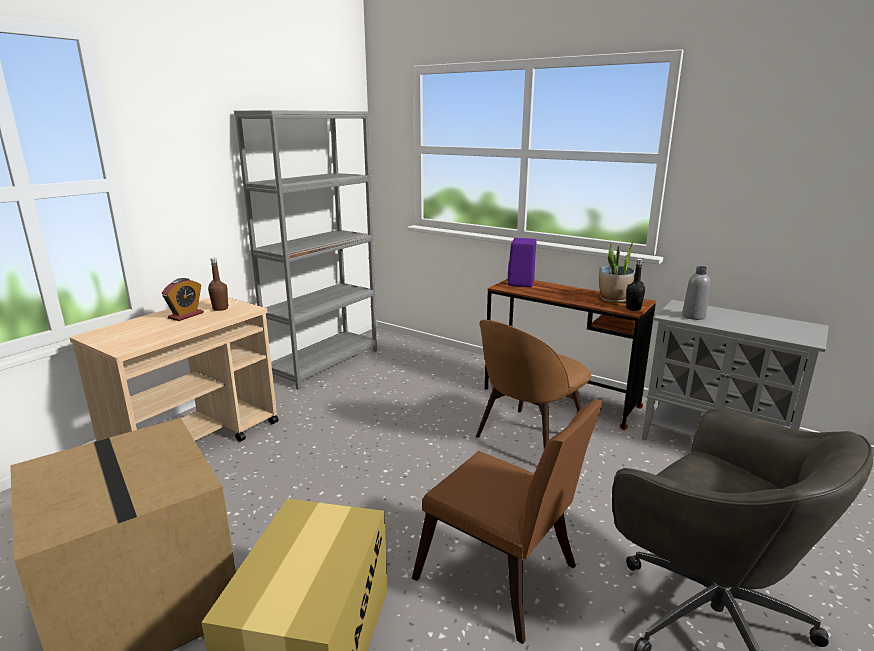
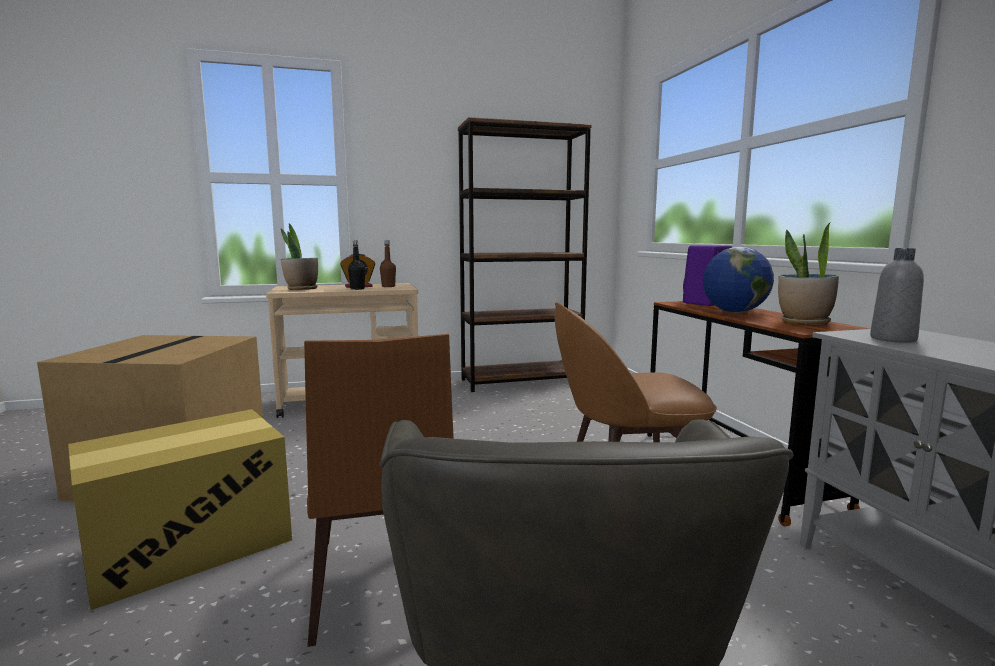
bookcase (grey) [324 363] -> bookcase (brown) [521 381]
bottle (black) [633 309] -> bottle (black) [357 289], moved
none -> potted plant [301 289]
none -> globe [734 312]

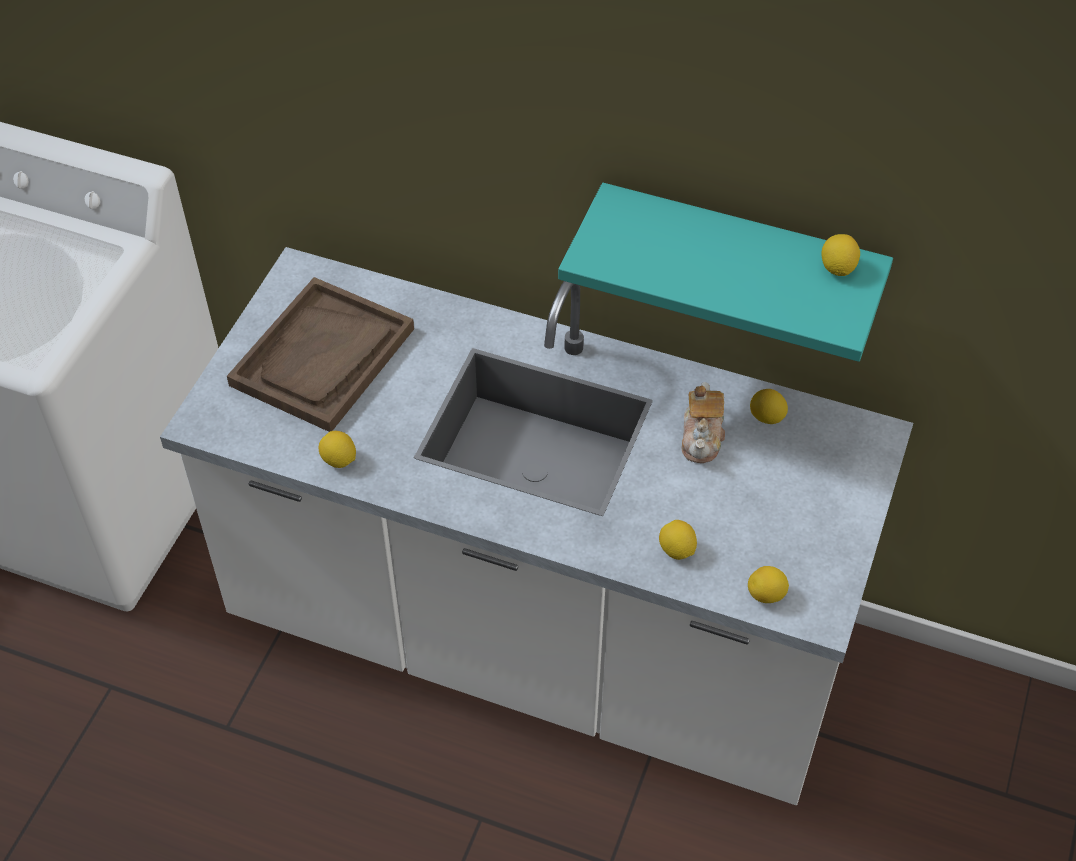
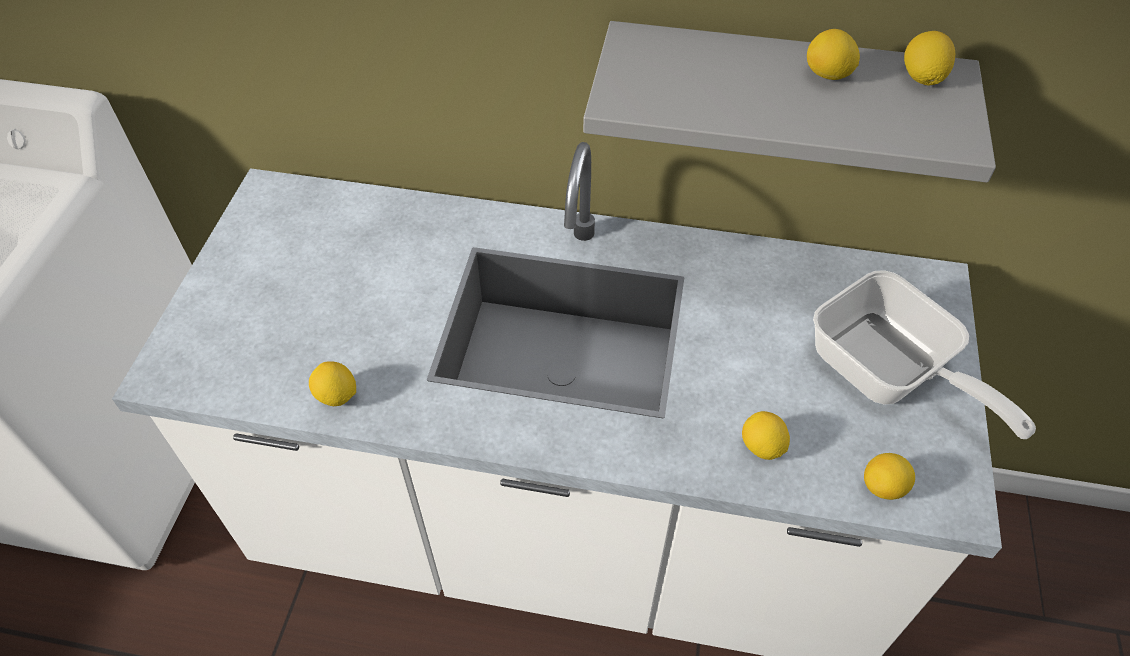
shelf (turquoise) [739 258] -> shelf (grey) [777 96]
tray (brown) [323 357] -> none
teapot [702 437] -> none
lemon [766 417] -> lemon [827 75], moved
none -> frying pan [888 374]

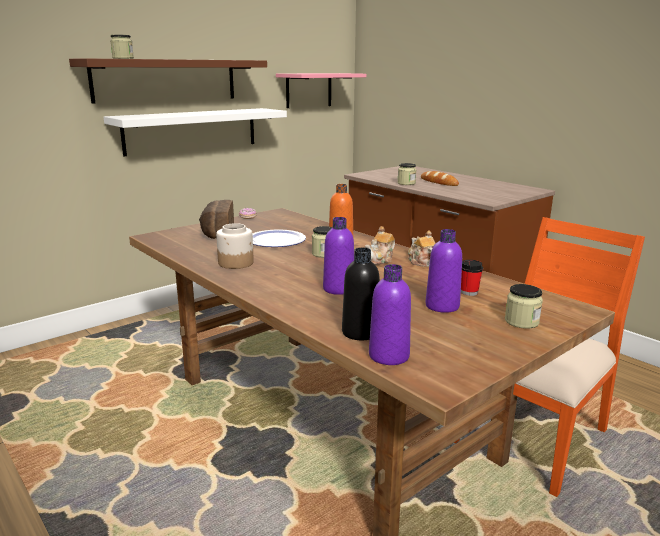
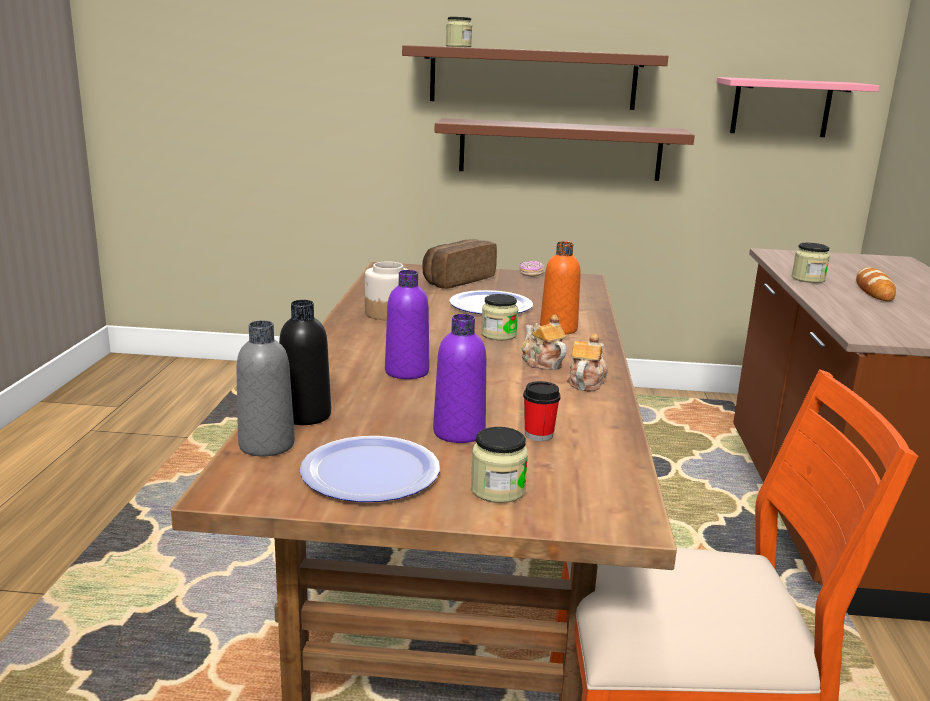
shelf (white) [192 130] -> shelf (brown) [560 149]
teapot [380 260] -> teapot [541 363], 60 degrees clockwise
bottle (purple) [389 356] -> bottle (grey) [266 445]
none -> plate [370 472]

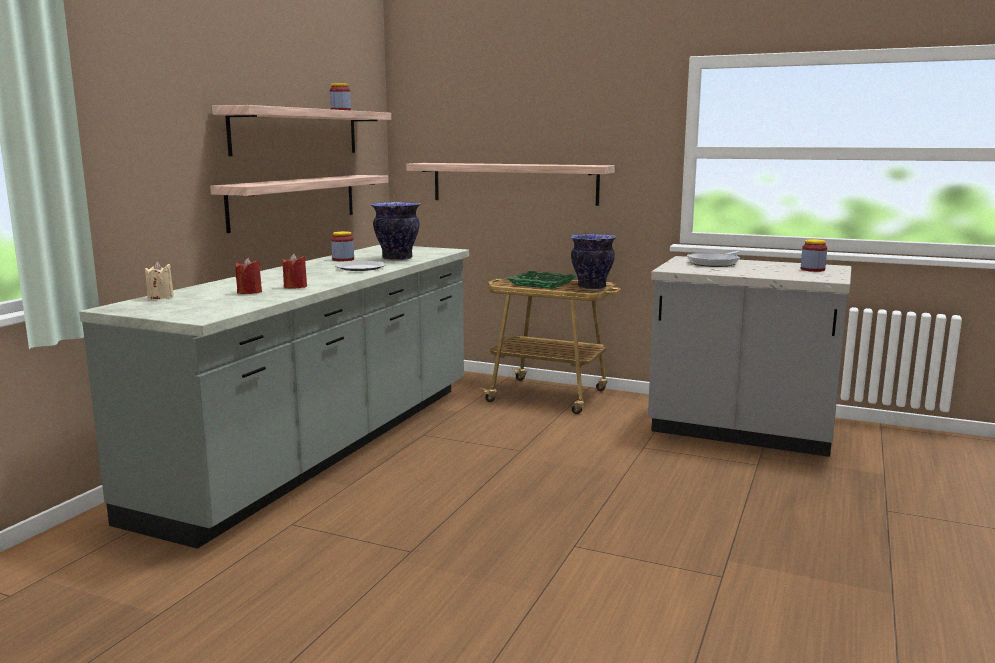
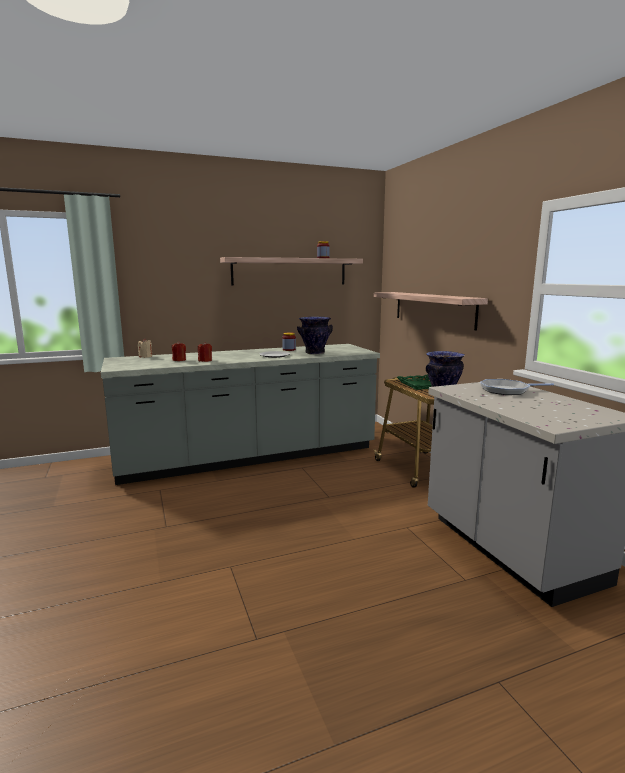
shelf [294 201] -> none
jar [812 269] -> none

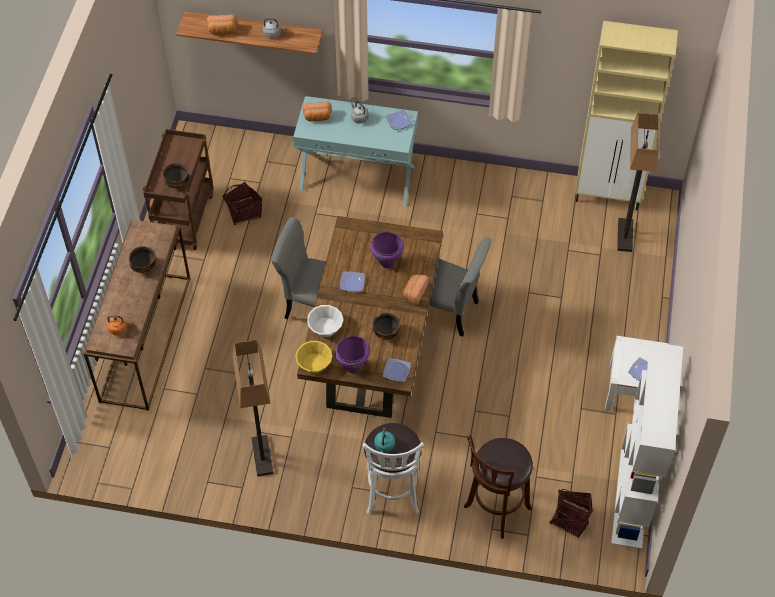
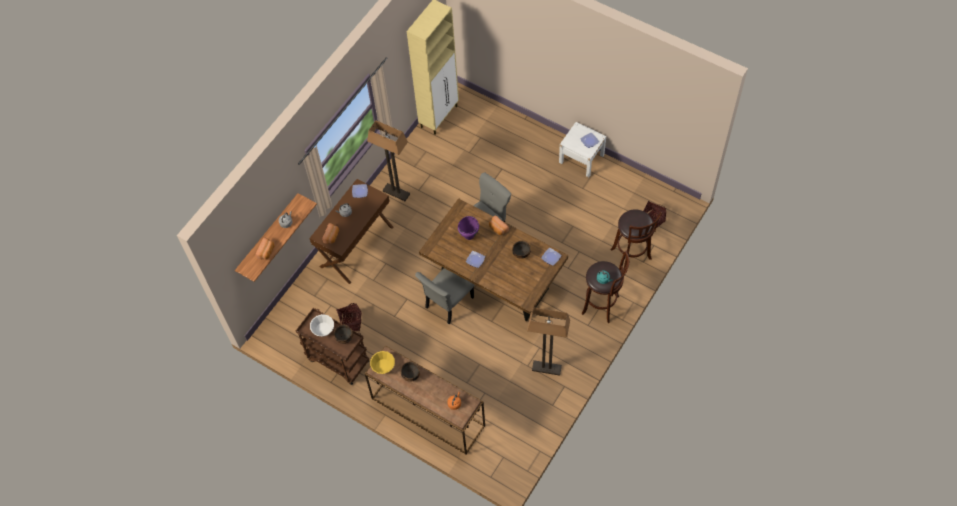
console table (turquoise) [357 178] -> console table (brown) [356 246]
floor lamp [625 236] -> floor lamp [396 192], moved
bowl (white) [325 327] -> bowl (white) [323 329], moved
cooking pot (purple) [353 367] -> none
bowl (yellow) [314 363] -> bowl (yellow) [383 366], moved
bookcase (white) [632 498] -> none
stool (white) [392 496] -> stool (brown) [602 305]

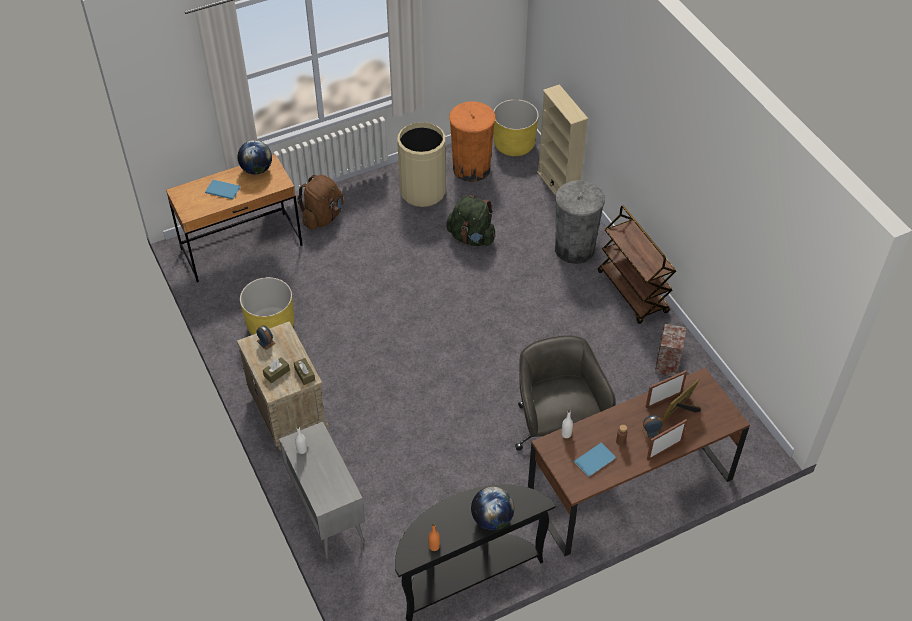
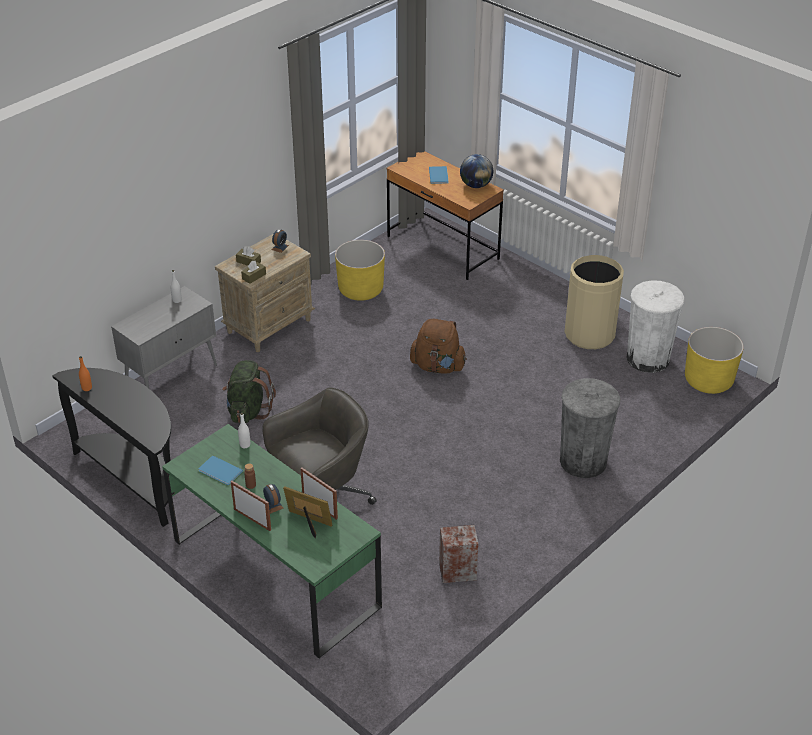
bookcase (beige) [558 186] -> none
trash can (orange) [471 168] -> trash can (white) [648 359]
backpack (brown) [323 217] -> backpack (brown) [438 366], moved
backpack (green) [471 237] -> backpack (green) [248 411], moved
cart (brown) [633 292] -> none
desk (brown) [630 487] -> desk (green) [276 573]
globe [492 519] -> none

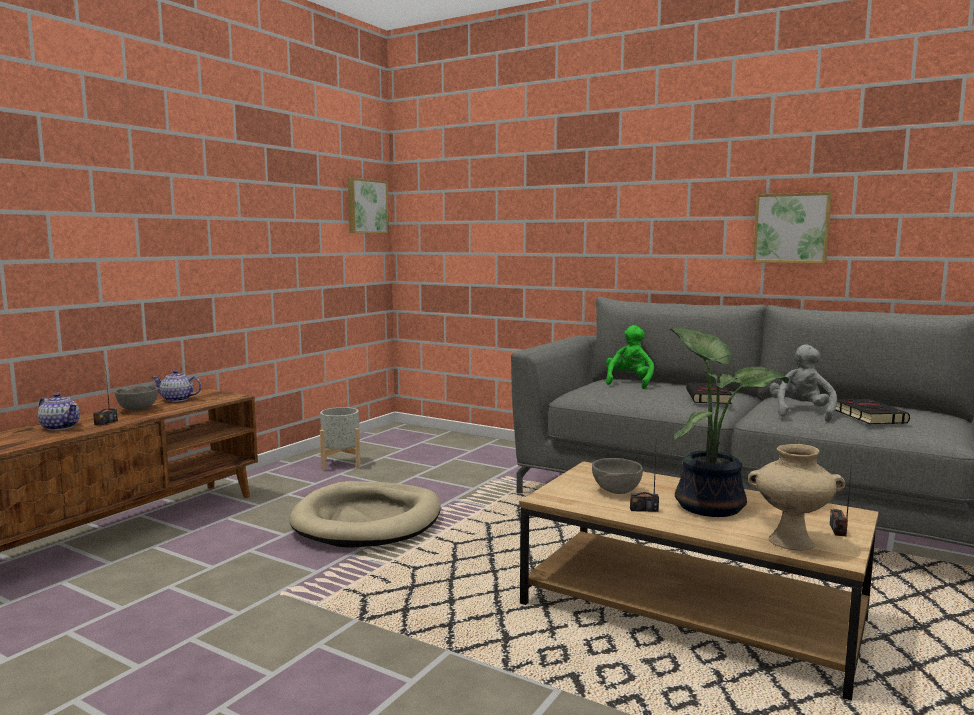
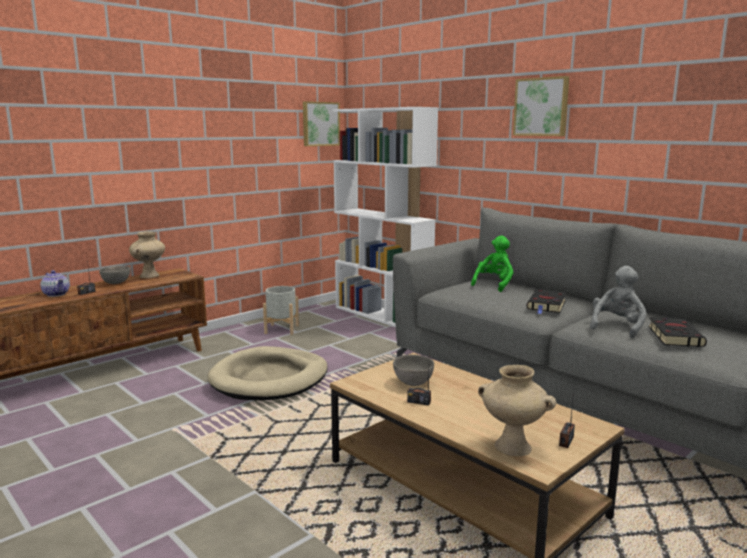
picture [791 228] -> picture [541 107], moved
potted plant [710 505] -> none
teapot [177 399] -> vase (beige) [149 276]
none -> bookcase (white) [383 316]

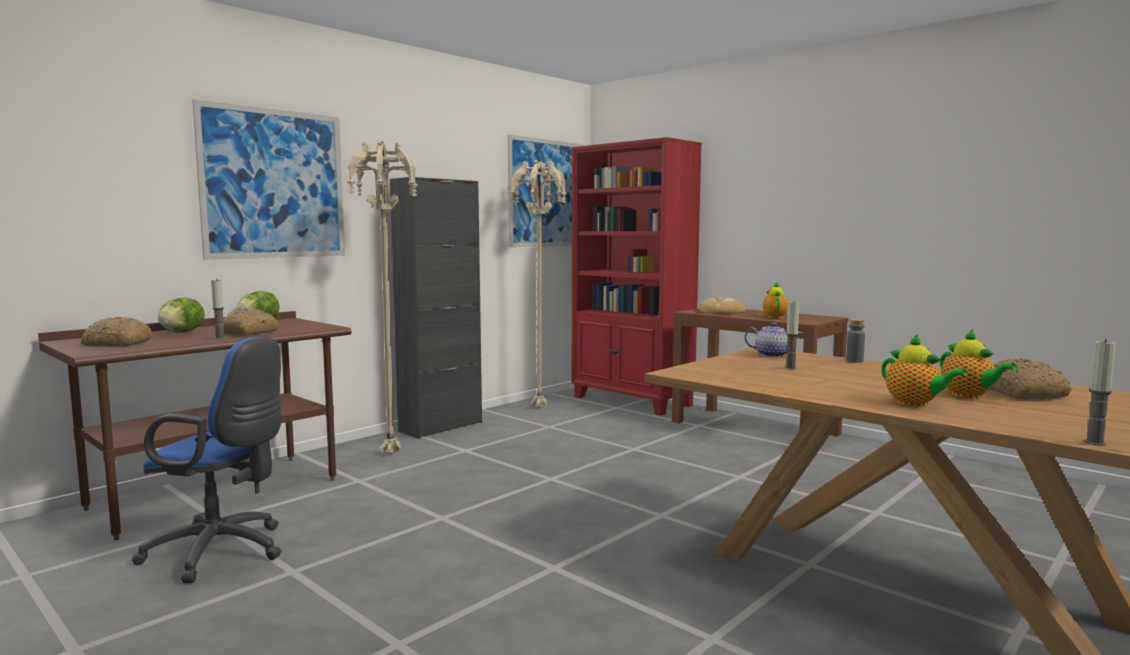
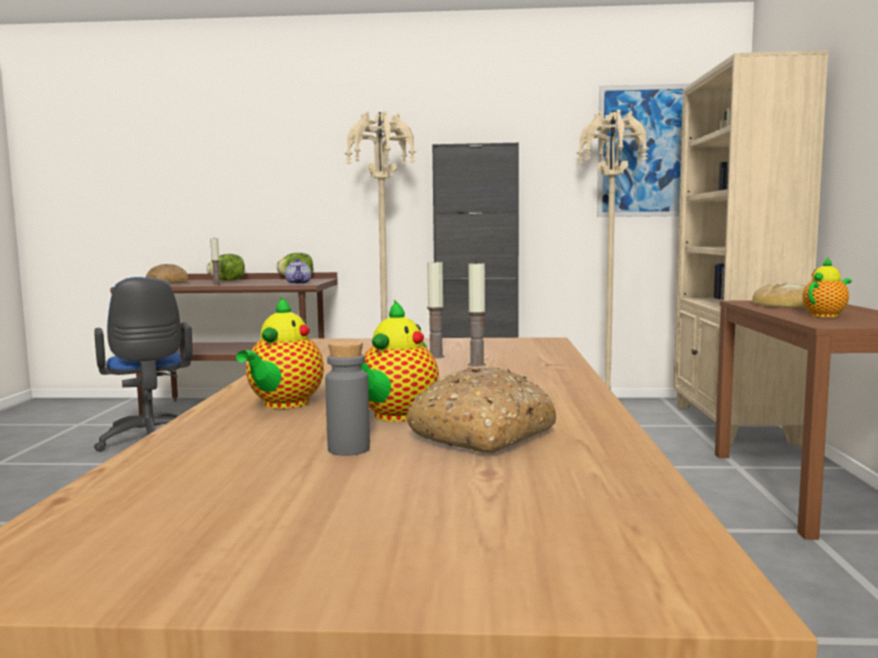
picture [274 184] -> none
bookcase (red) [632 401] -> bookcase (beige) [731 424]
bread [250 332] -> none
bottle (grey) [854 361] -> bottle (grey) [348 449], moved
teapot [772 355] -> teapot [299 283], moved
candle [1095 443] -> candle [477 365], moved

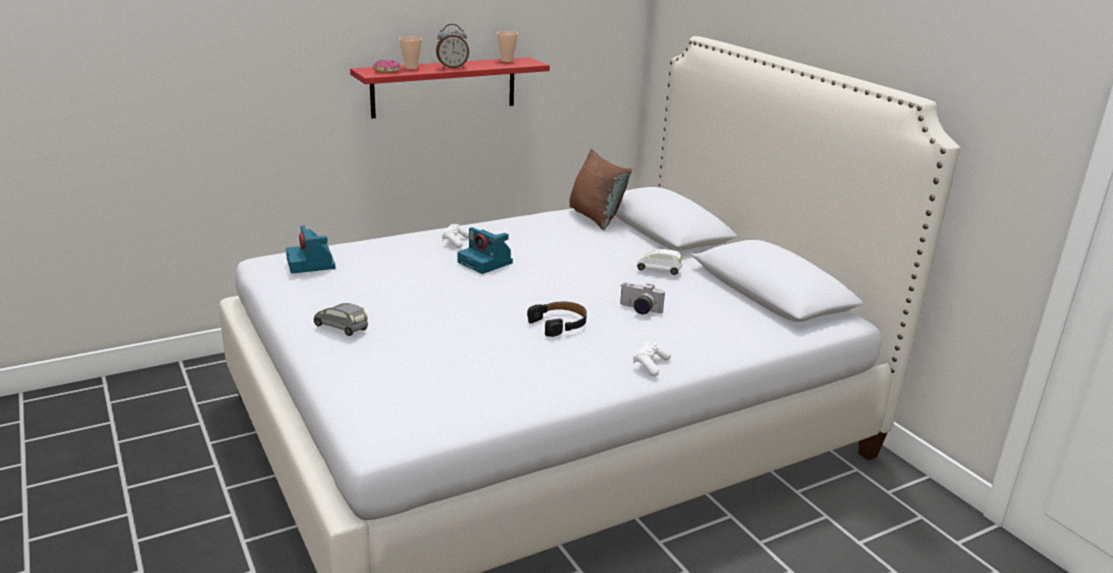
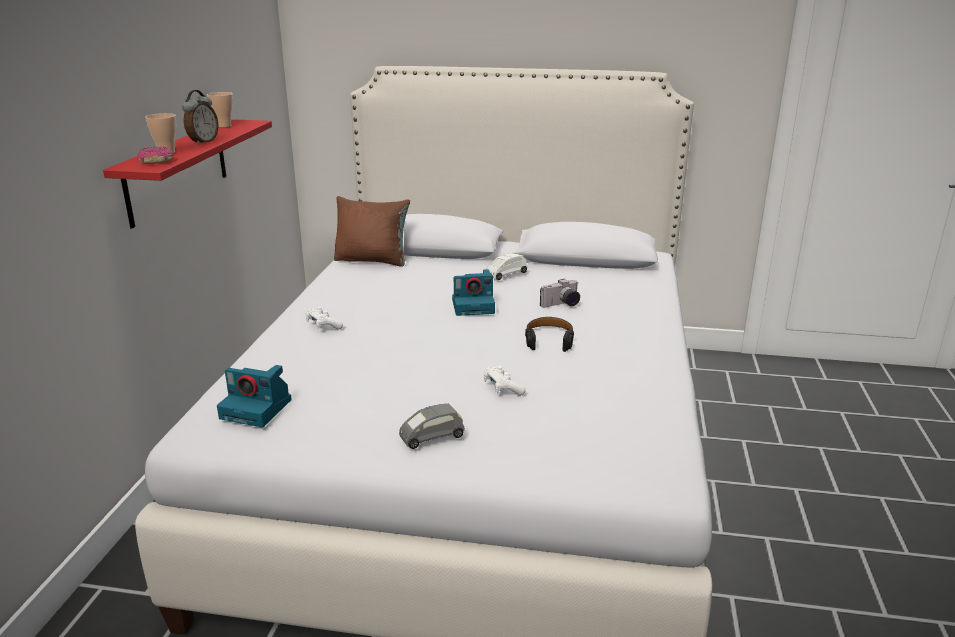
photo camera [486 263] -> photo camera [474 305], moved
game controller (white) [650 365] -> game controller (white) [502 388], moved

